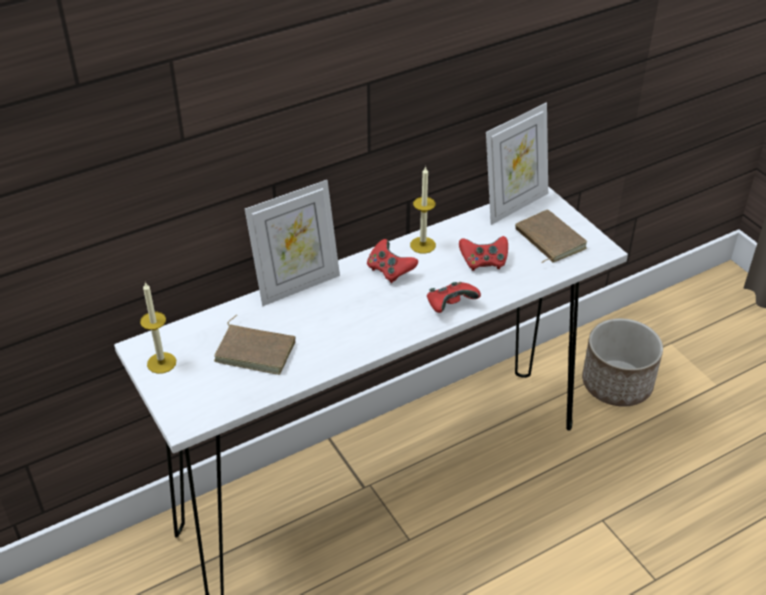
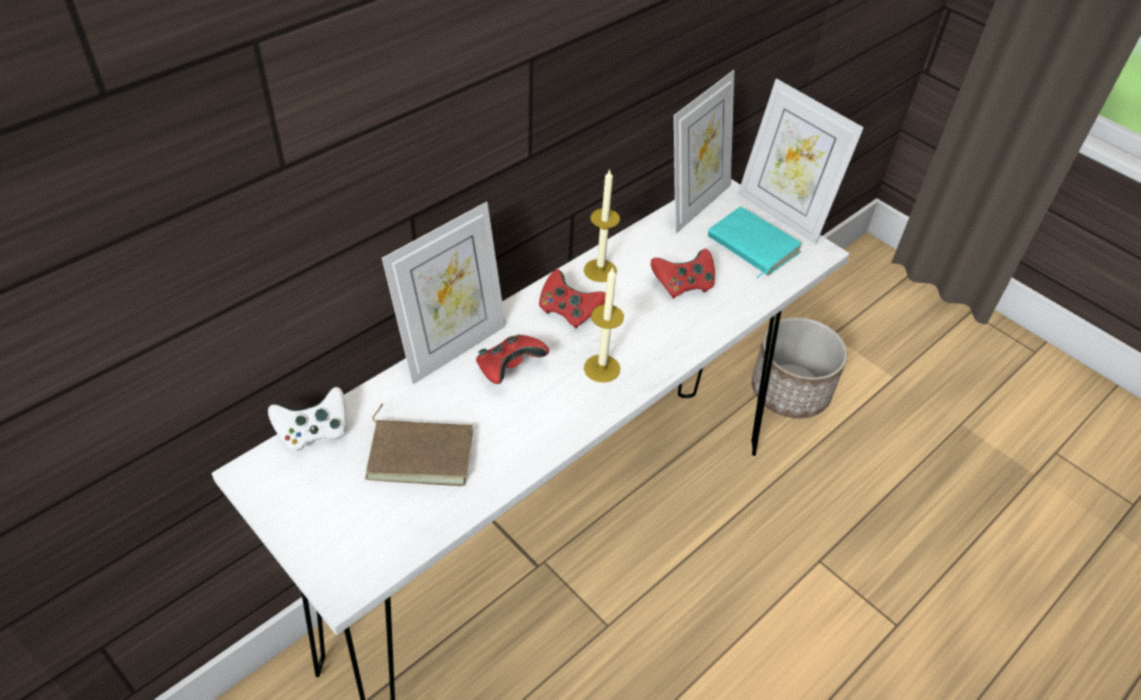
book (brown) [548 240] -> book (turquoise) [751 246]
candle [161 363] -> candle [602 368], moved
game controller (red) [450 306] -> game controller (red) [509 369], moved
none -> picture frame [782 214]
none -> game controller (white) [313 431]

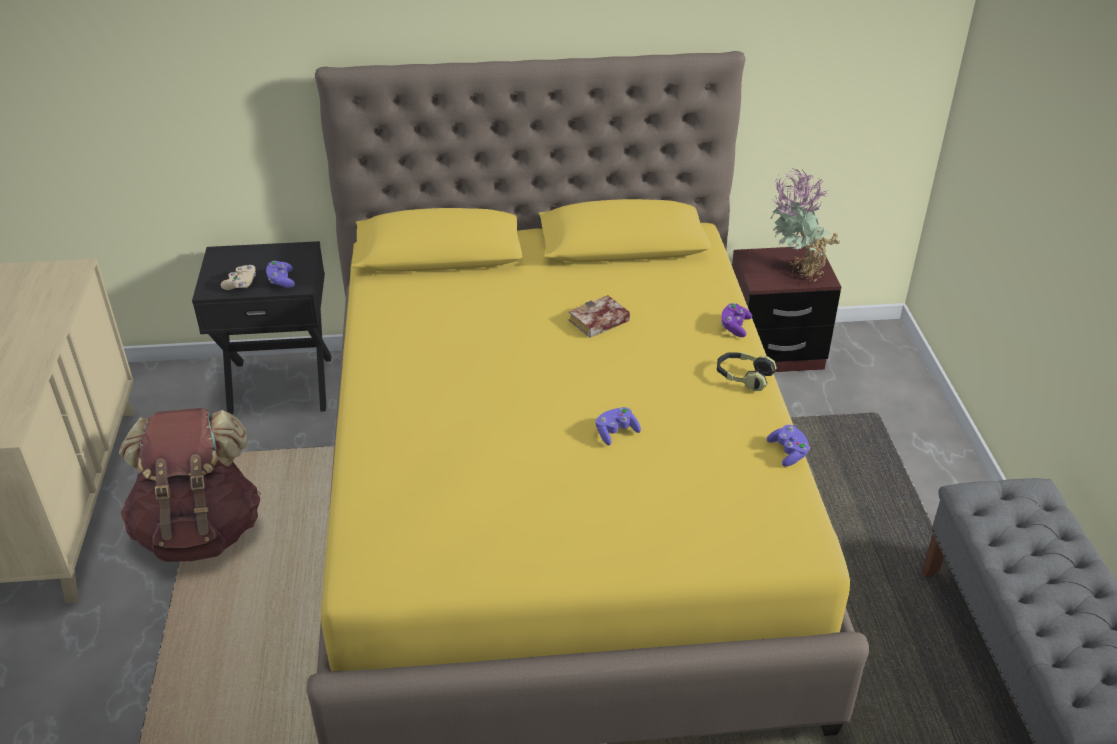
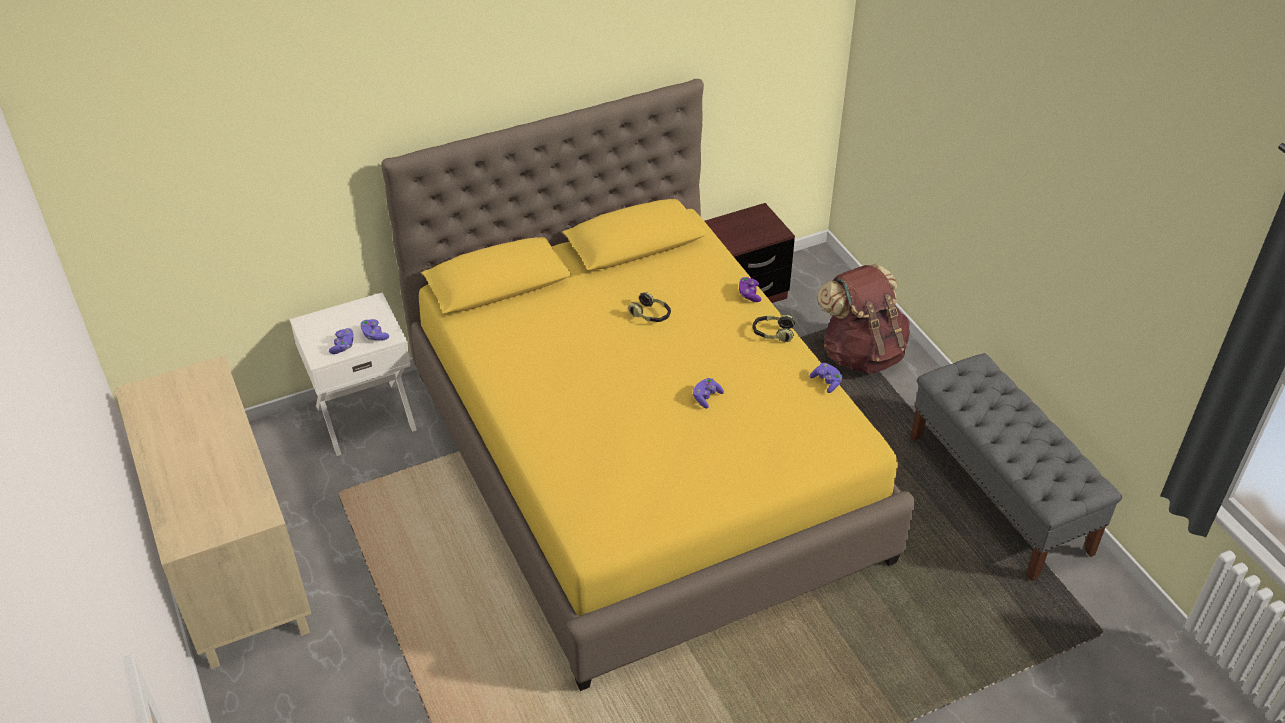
potted plant [795 273] -> none
nightstand (black) [281 384] -> nightstand (white) [365 416]
game controller (beige) [241 284] -> game controller (purple) [343 346]
book [598 323] -> headphones [651 315]
backpack (brown) [201 530] -> backpack (brown) [861 353], moved

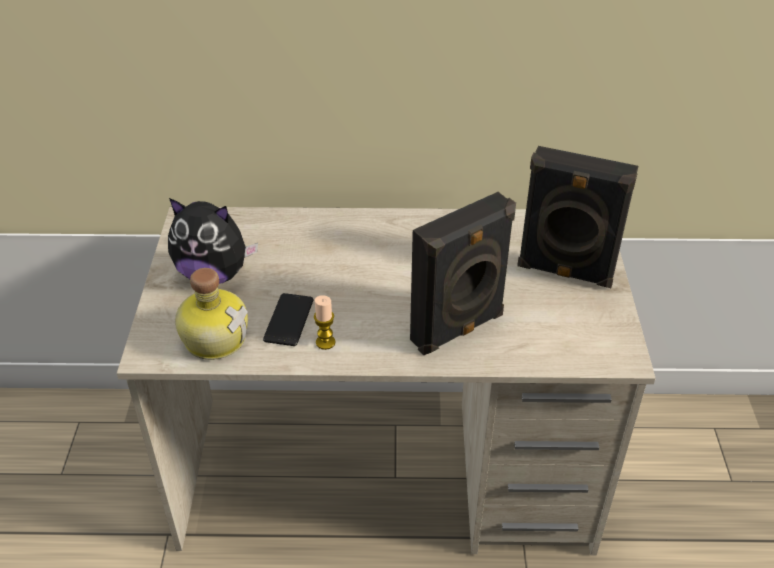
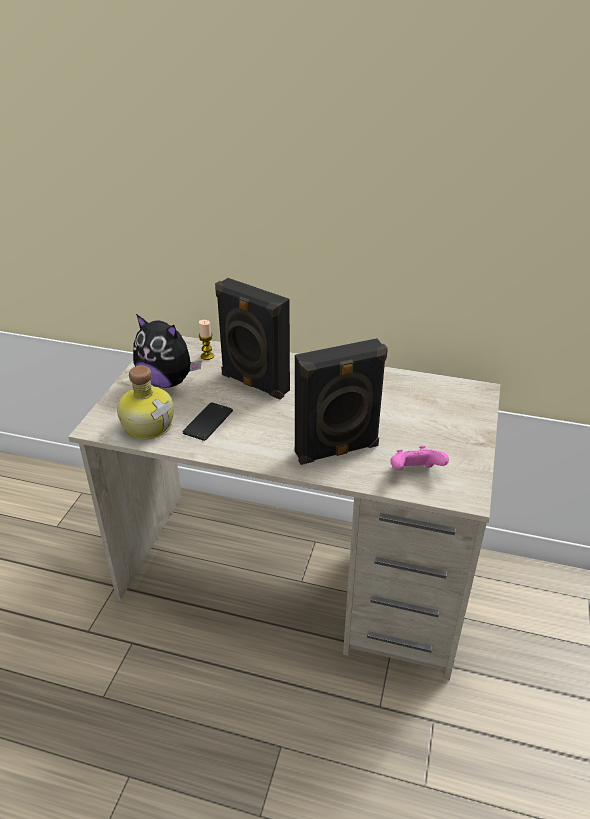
speaker (black) [565 272] -> speaker (black) [253 384], moved
candle [325 342] -> candle [207 356], moved
none -> game controller (pink) [414 473]

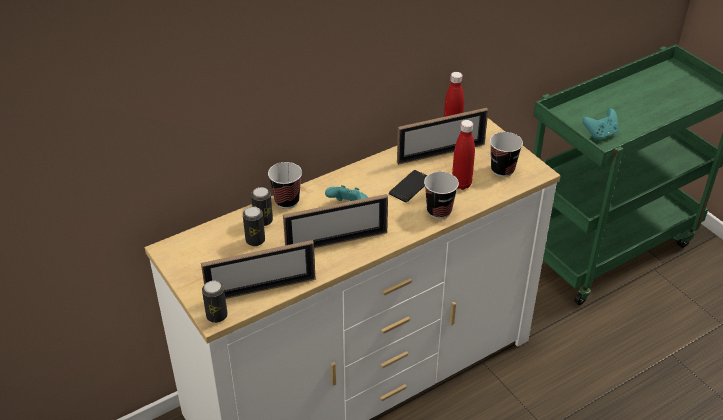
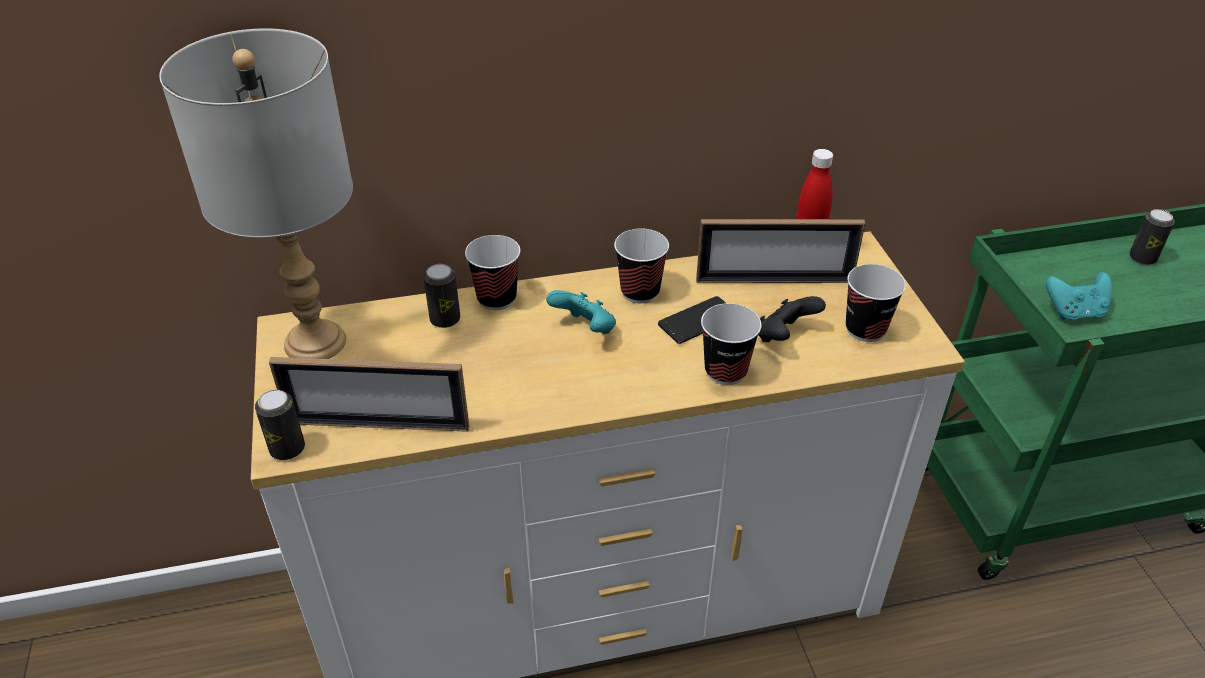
bottle (red) [461 184] -> game controller (black) [784 336]
picture frame [336 242] -> none
can [255 240] -> can [1142 258], moved
none -> table lamp (grey) [314 342]
none -> cup [640 292]

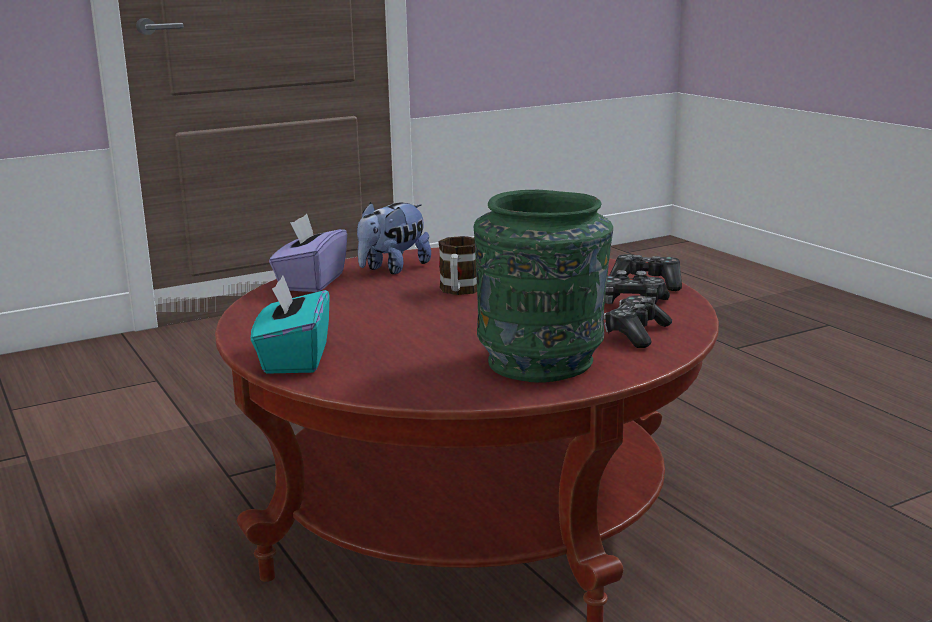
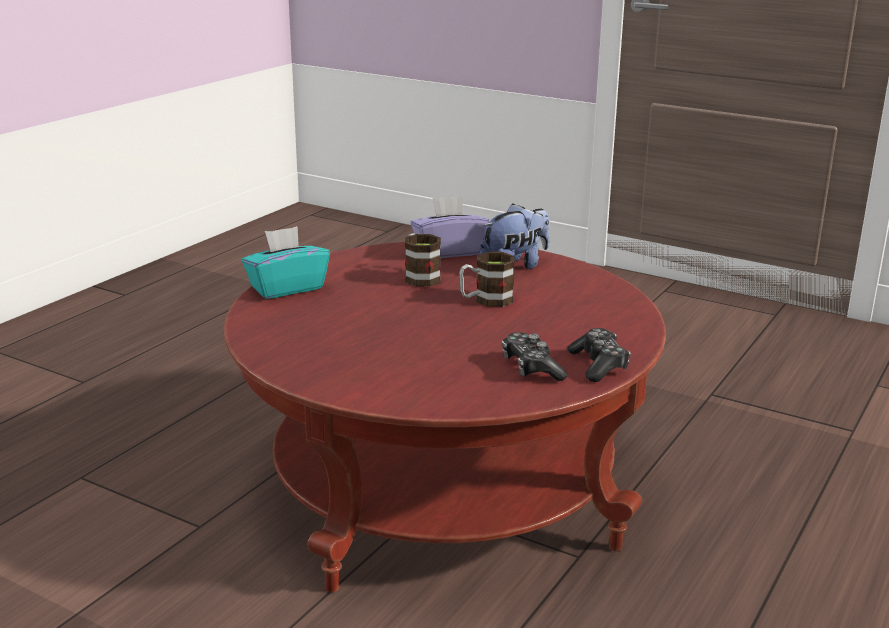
vase (green) [542 363] -> none
plush toy [393 268] -> plush toy [515 266], 135 degrees clockwise
game controller [636 333] -> none
none -> mug [419 276]

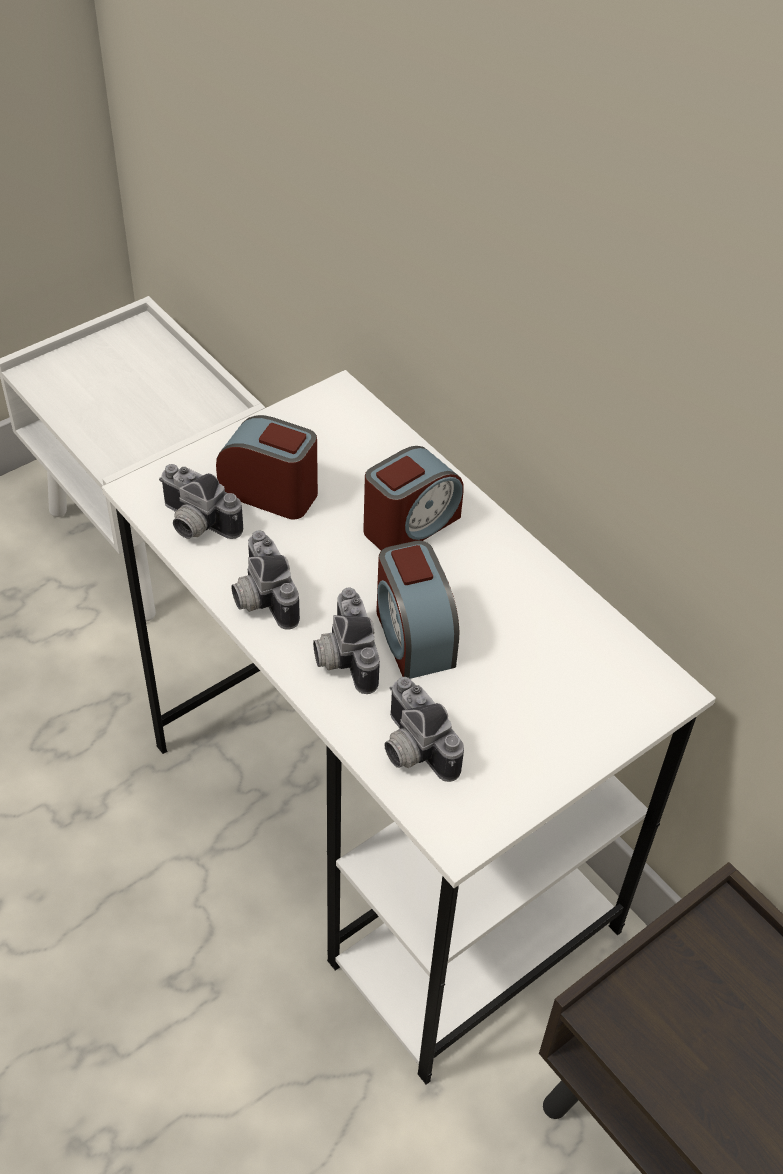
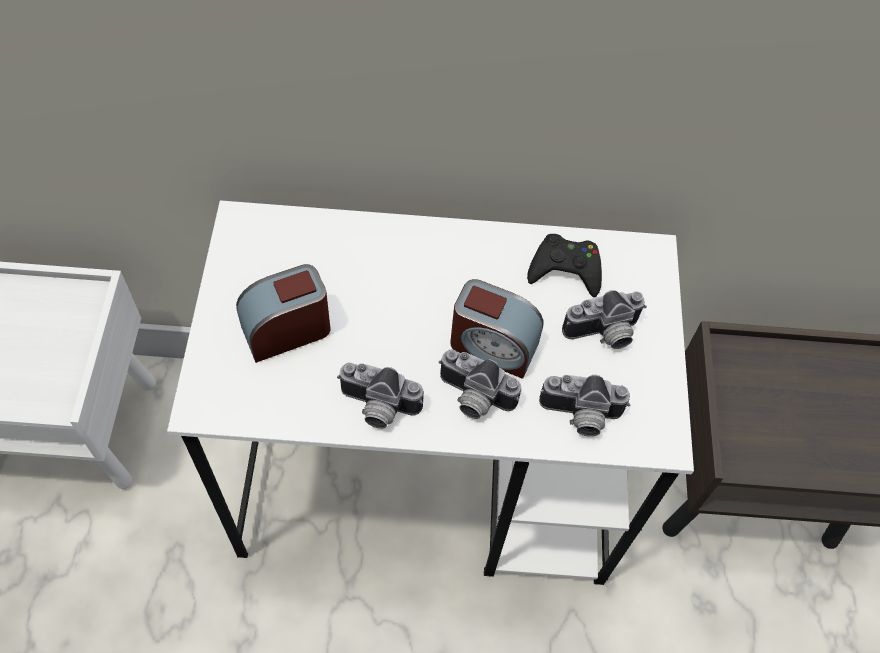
alarm clock [410 524] -> none
photo camera [195 525] -> photo camera [604 335], moved
none -> game controller (black) [565 269]

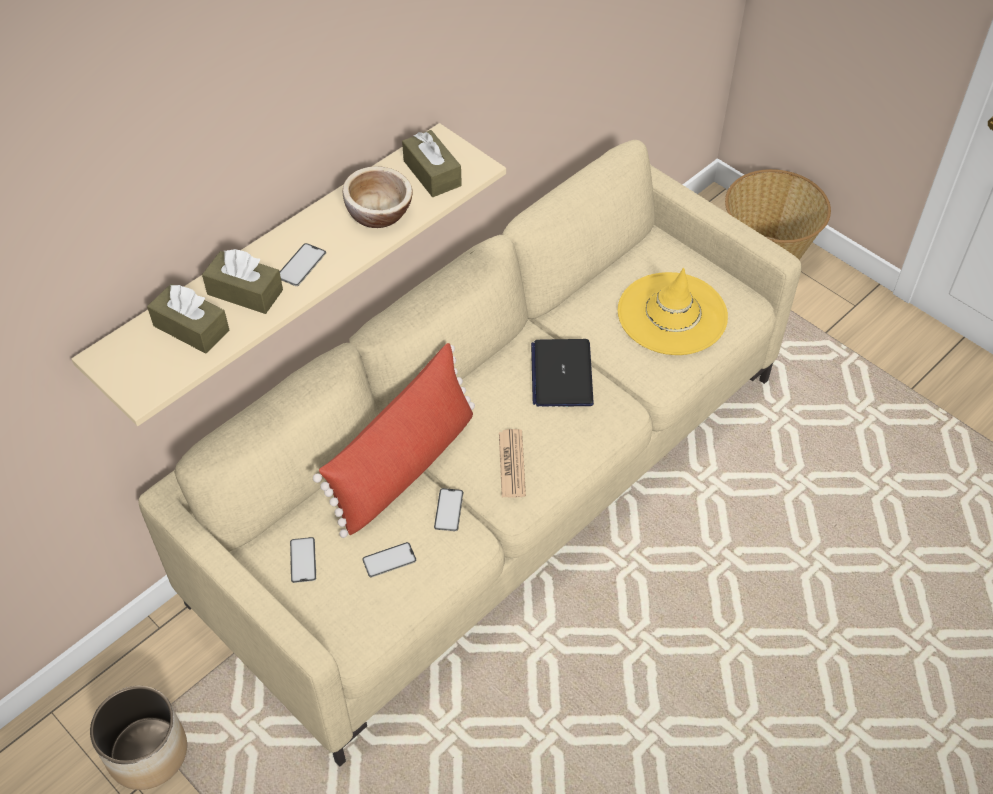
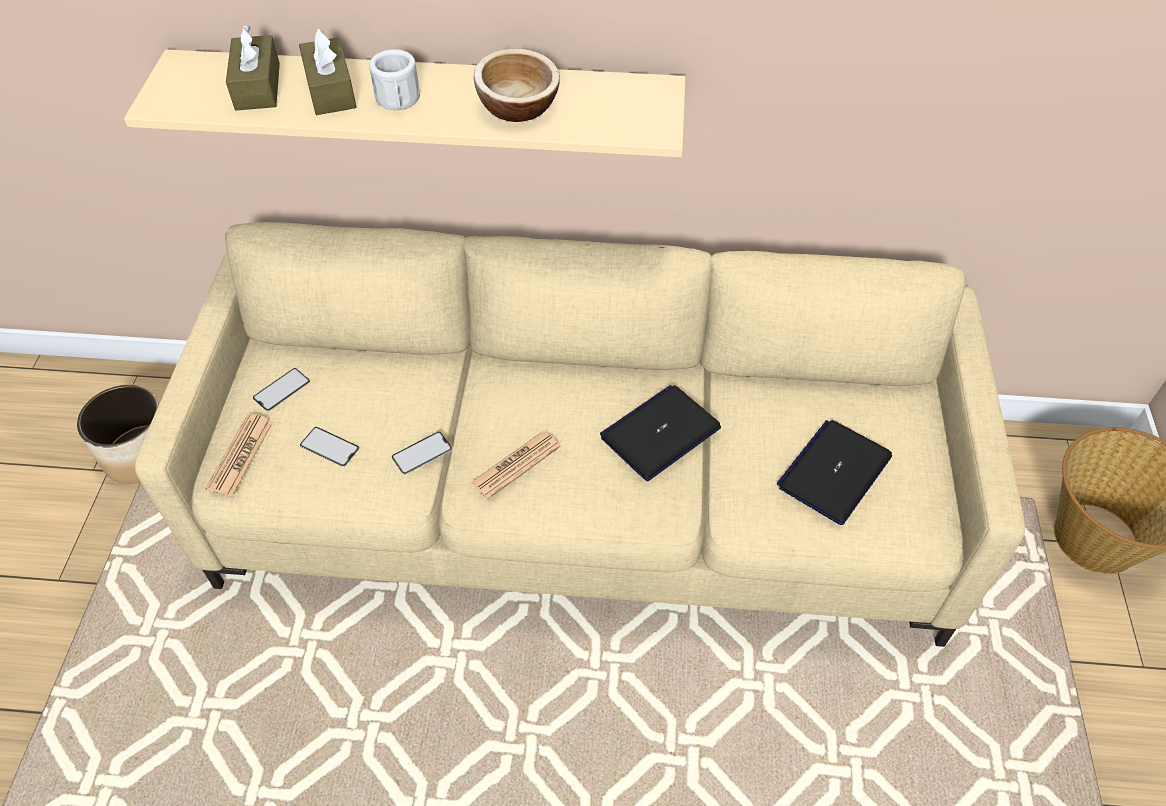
tissue box (brown) [432 173] -> none
phone [301 265] -> mug (white) [398 101]
hat (yellow) [672 314] -> laptop [834 472]
pillow (red) [404 465] -> none
none -> newspaper [240 455]

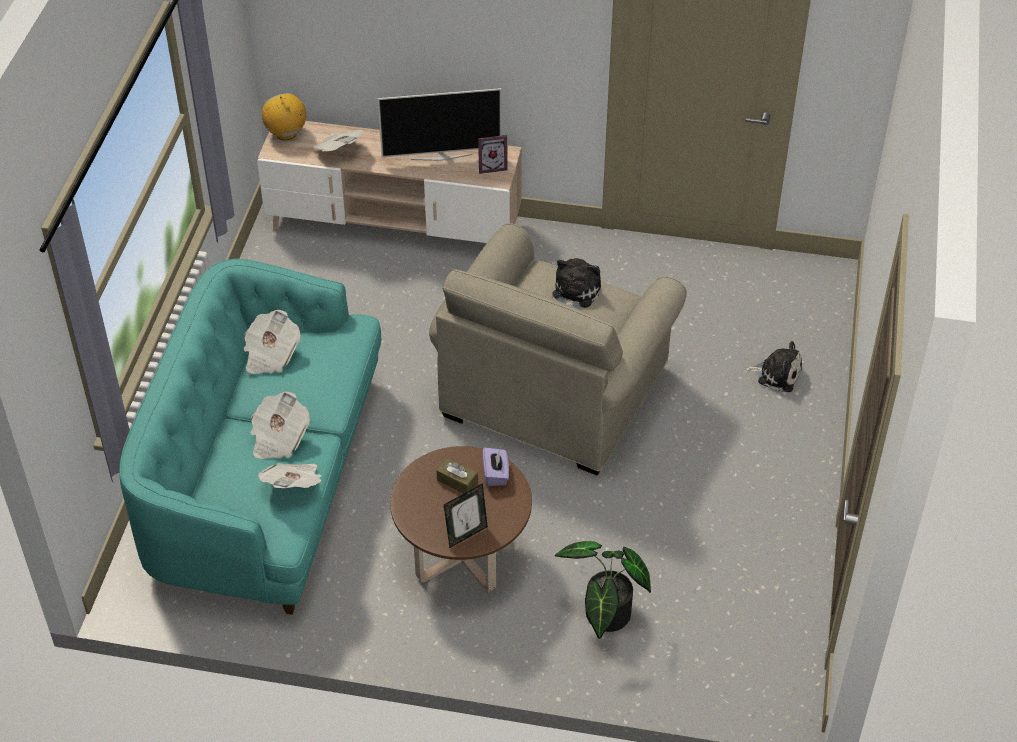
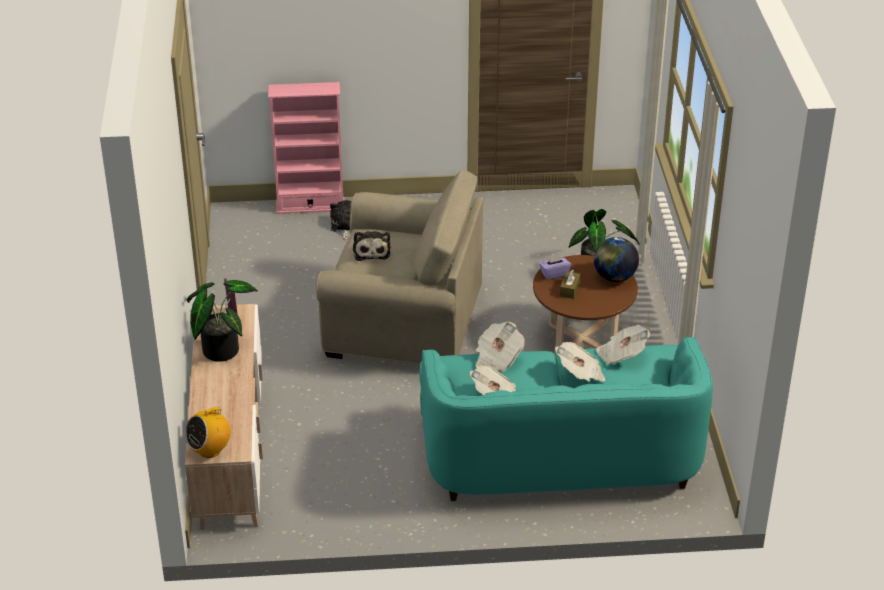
television [441 156] -> potted plant [220 348]
newspaper [339 151] -> newspaper [497 358], moved
plush toy [574 293] -> plush toy [371 251], 105 degrees counterclockwise
picture frame [466 535] -> globe [614 277]
none -> bookcase (pink) [310 206]

